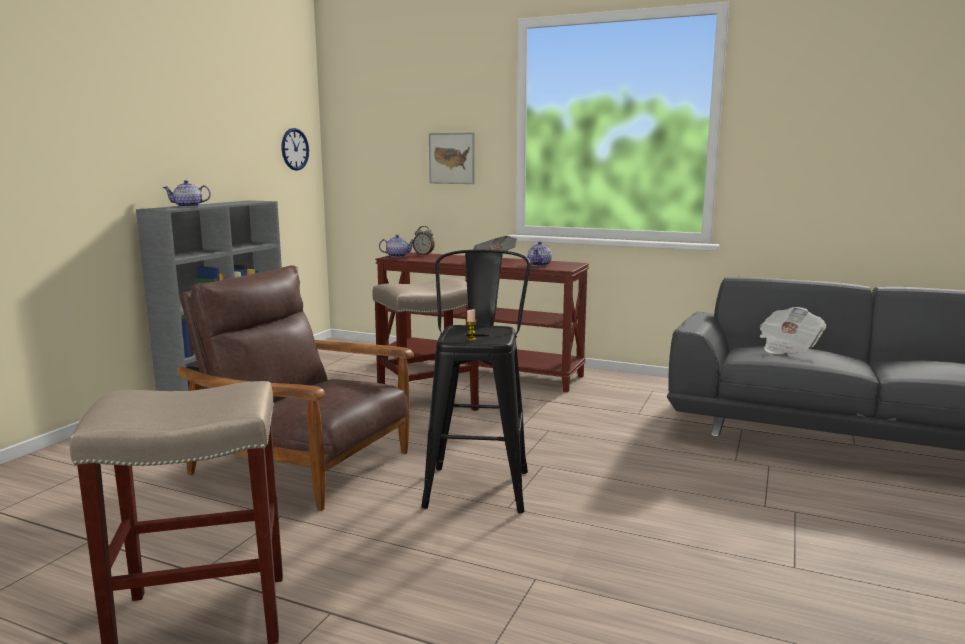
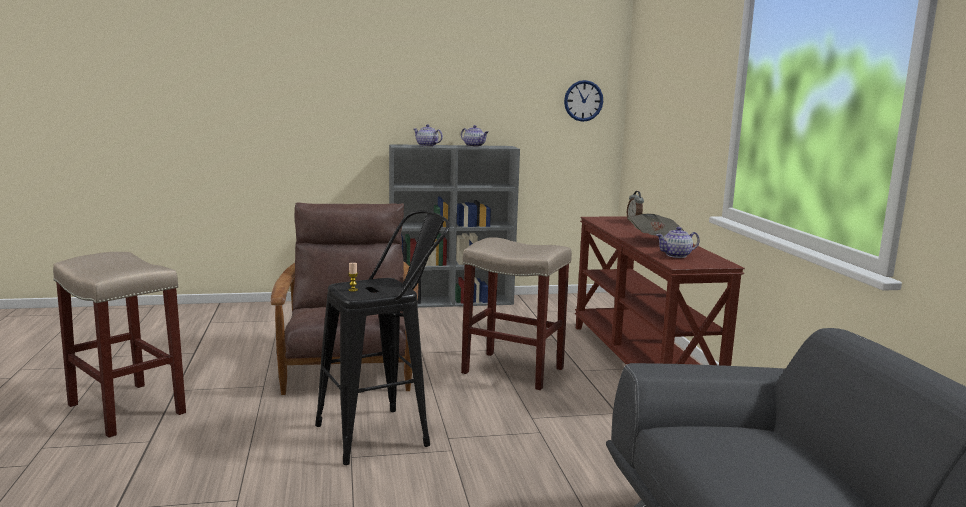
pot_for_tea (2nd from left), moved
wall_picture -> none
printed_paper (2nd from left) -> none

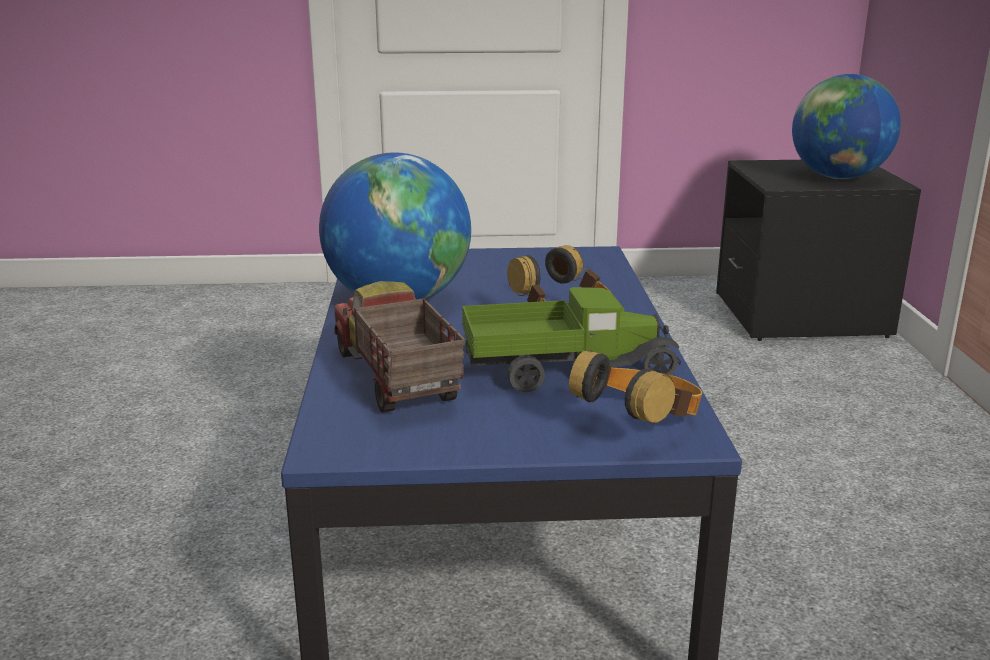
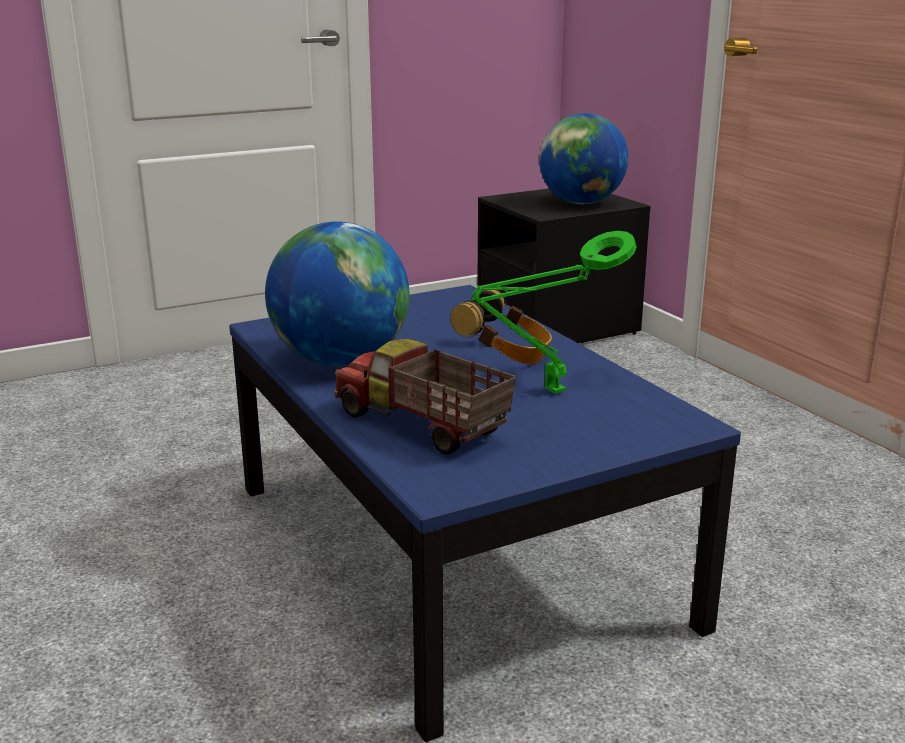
toy_truck (2nd from left) -> green-coloured_table_lamp
headset (2nd from left) -> none

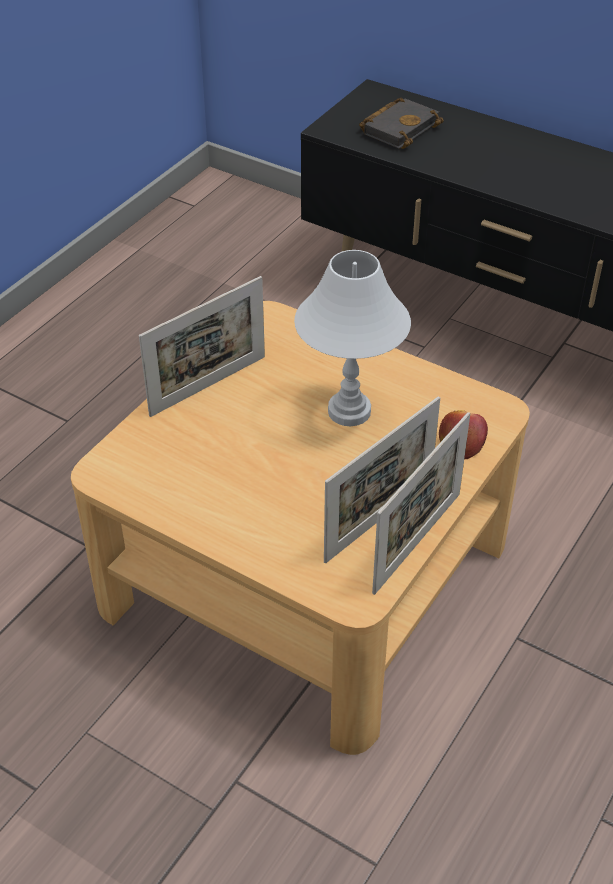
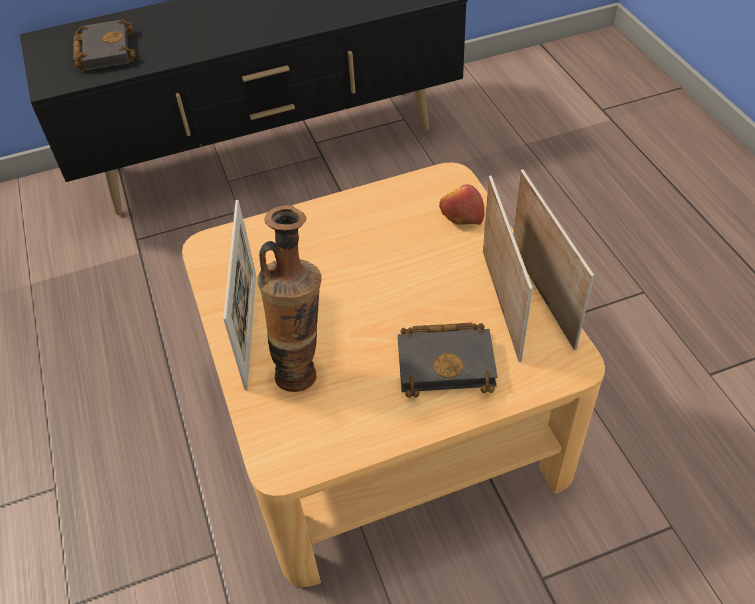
whitish_table_lamp -> none
none -> vase
none -> black_bound_book (2nd from left)

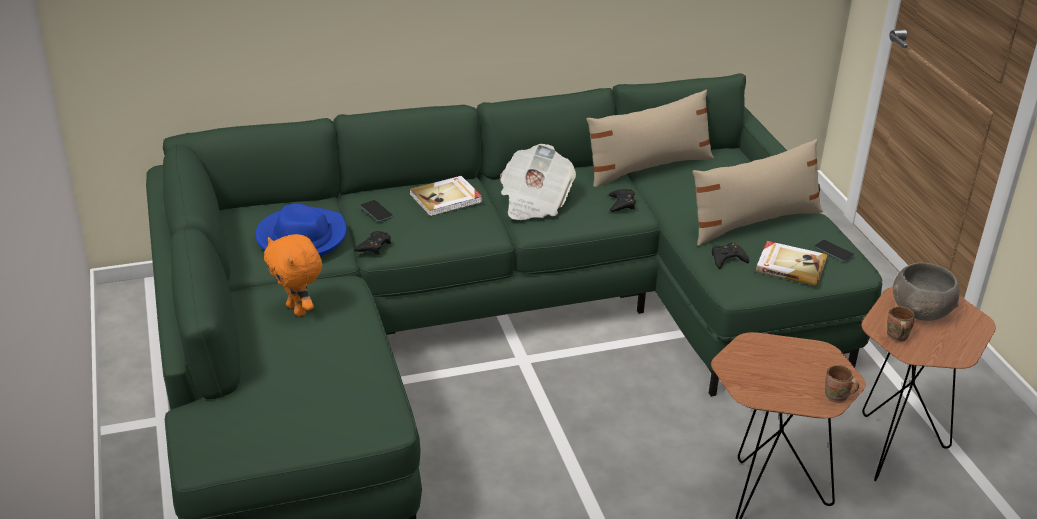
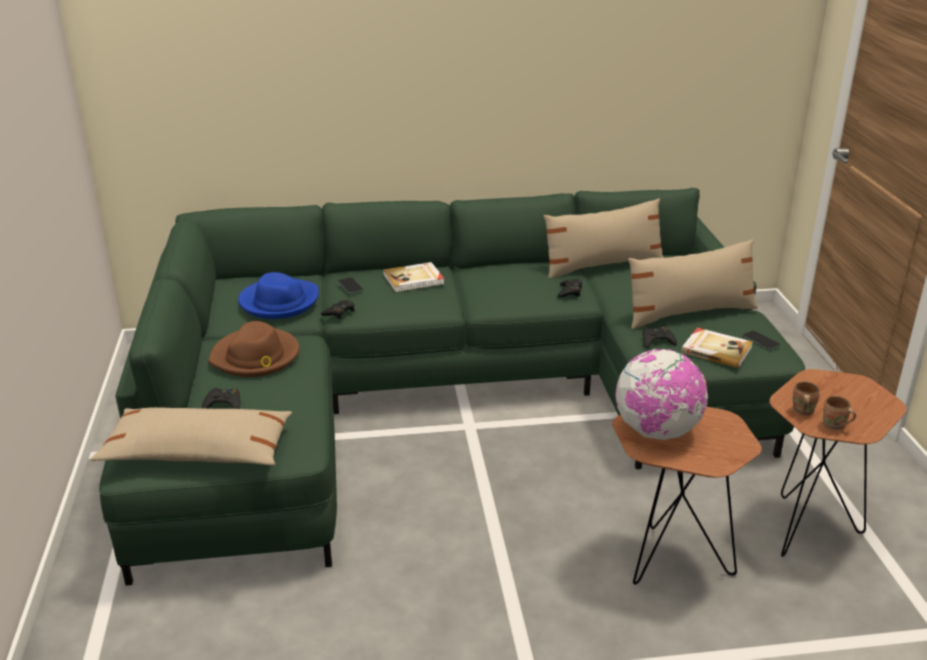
orange_plush_toy -> brown_clothing_hat
printed_paper -> none
brown_tea_mug (1st from left in the first image) -> brown_tea_mug (2nd from left), moved
gray_deep_dish -> none
none -> sand-coloured_cushion (1st from left)
none -> black_game_controller (1st from left)
none -> world_globe

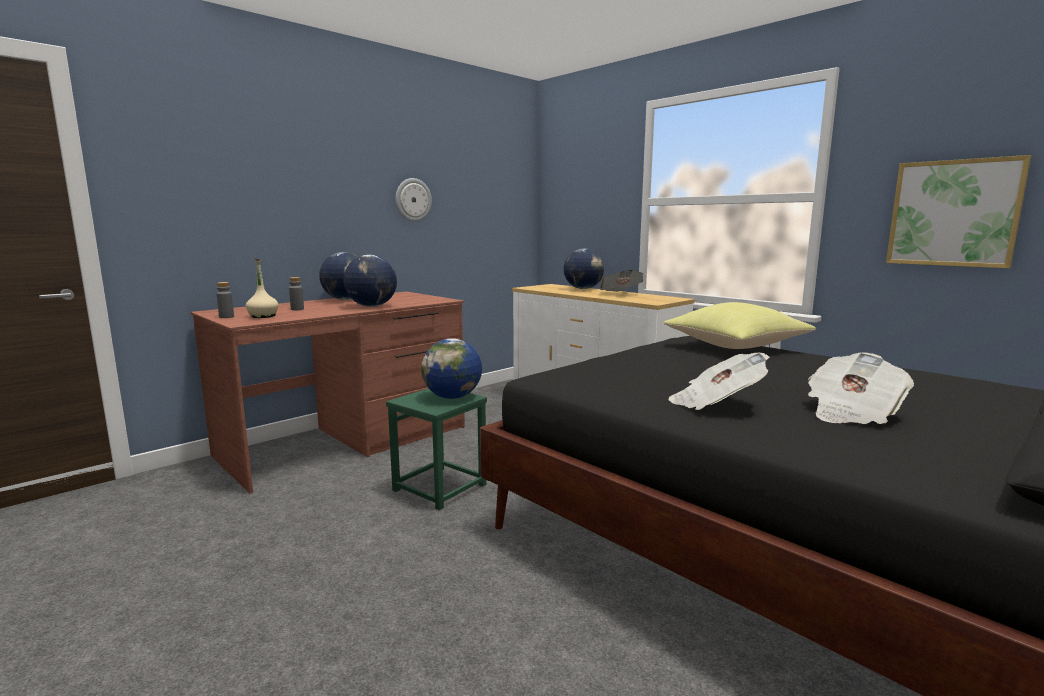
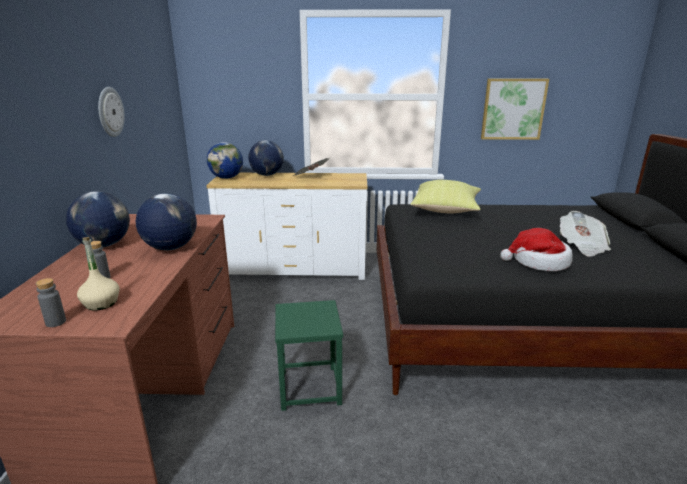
world_globe (3rd from left), moved
printed_paper (2nd from left) -> clothing_hat

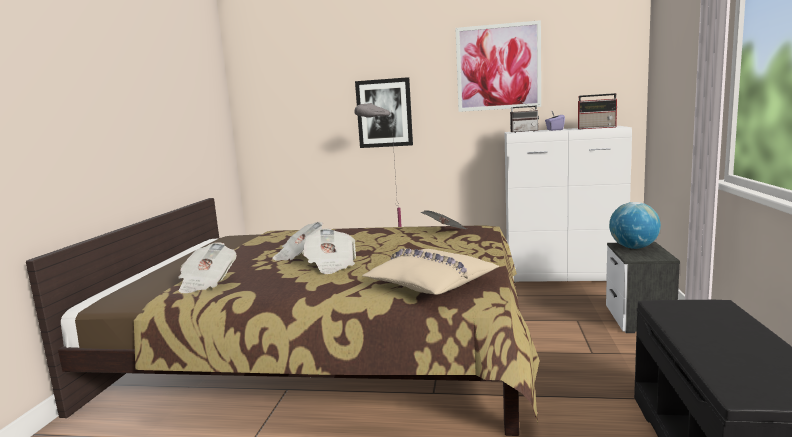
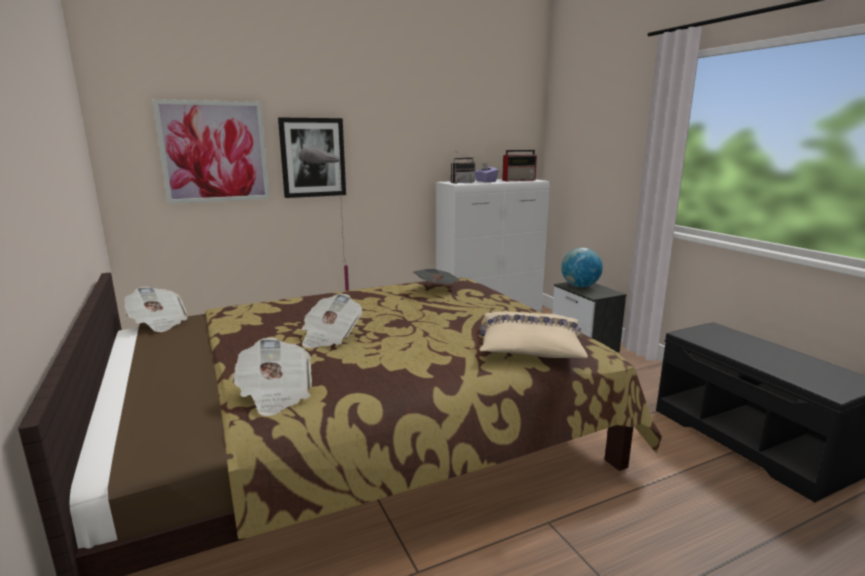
printed_paper (3rd from left in the first image) -> printed_paper (1st from left), moved
wall_picture (2nd from left in the first image) -> wall_picture (1st from left), moved

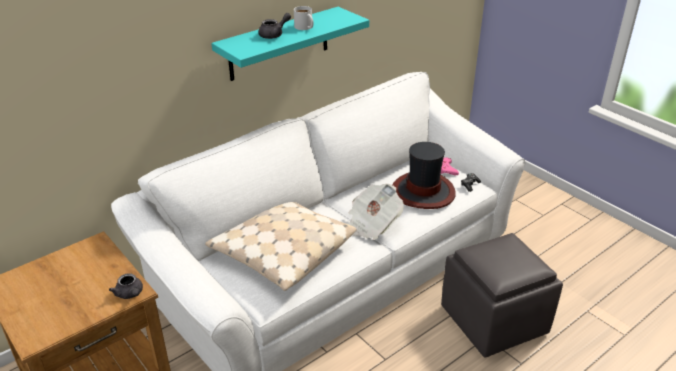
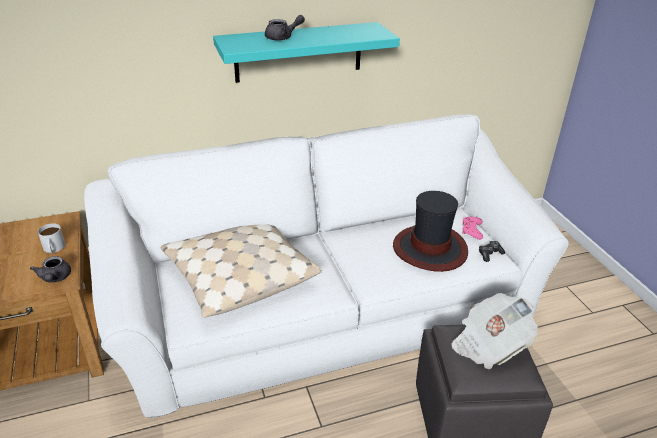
whitish_tea_mug, moved
printed_paper, moved

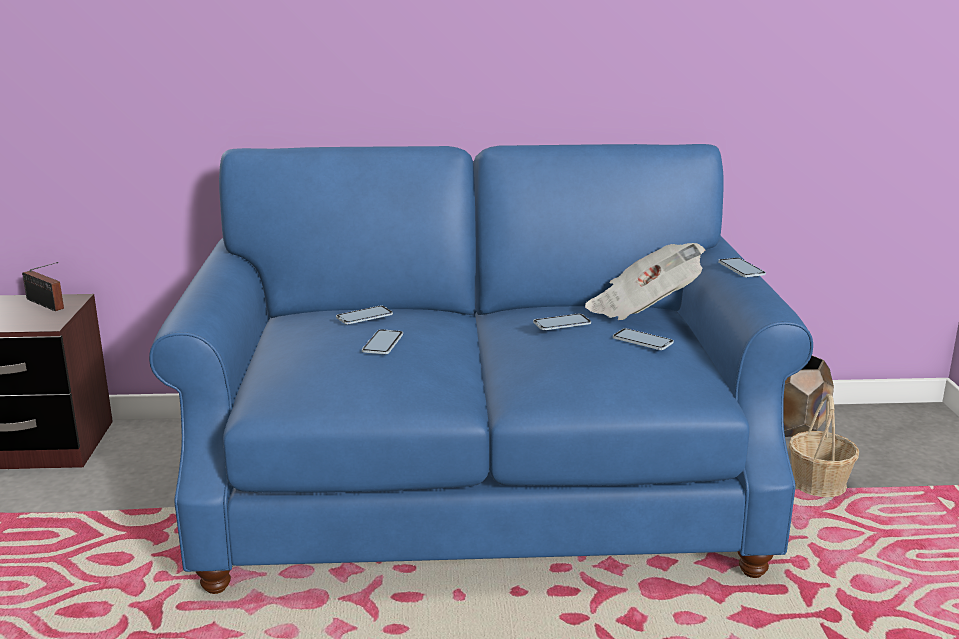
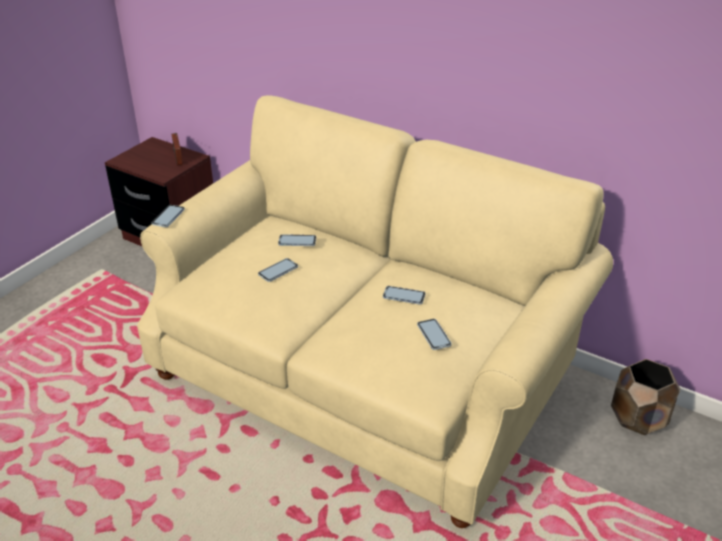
blue-coloured_settee -> sand-coloured_settee
printed_paper -> none
handset (5th from left in the first image) -> handset (1st from left), moved
household_basket -> none

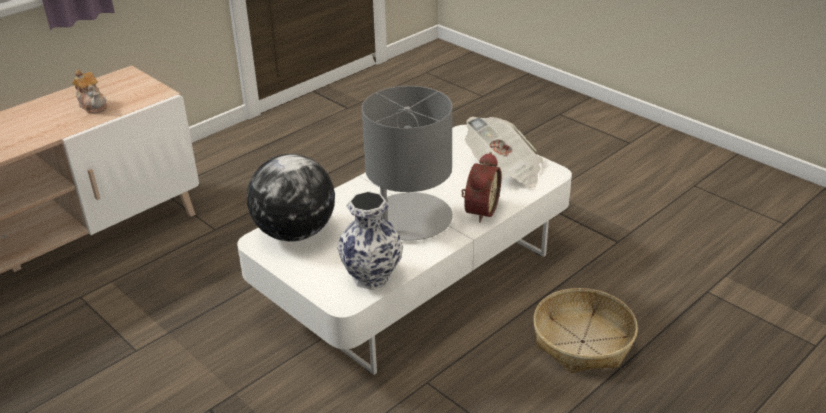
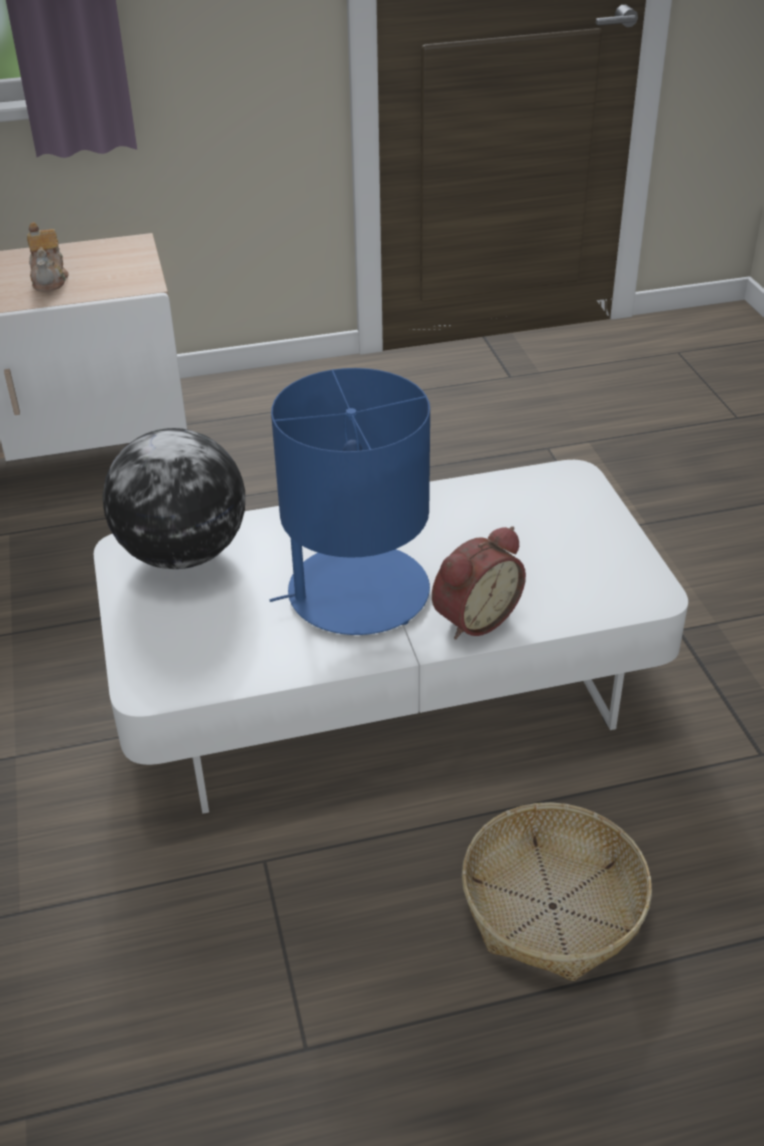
vase -> none
gray_table_lamp -> blue-coloured_table_lamp
printed_paper -> none

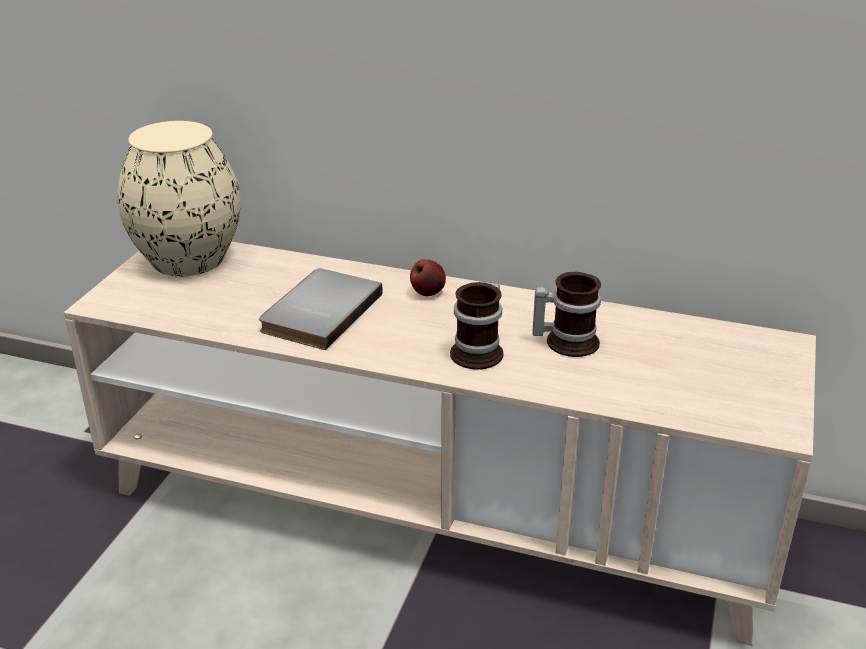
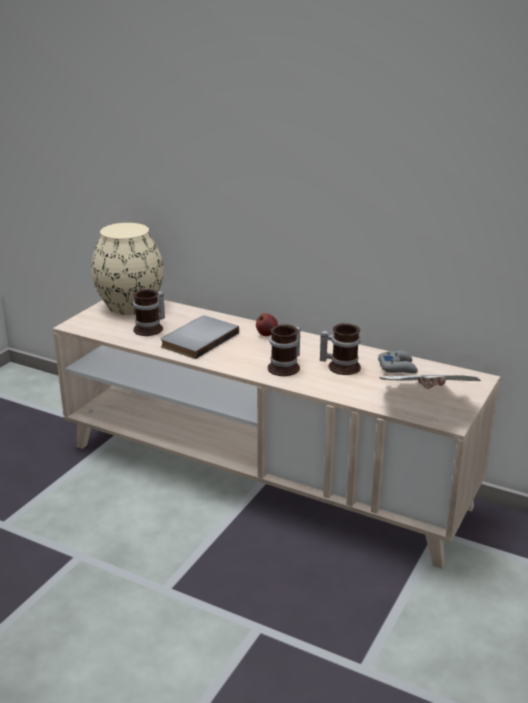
none -> tea_mug (1st from left)
none -> gray_game_controller
none -> printed_paper

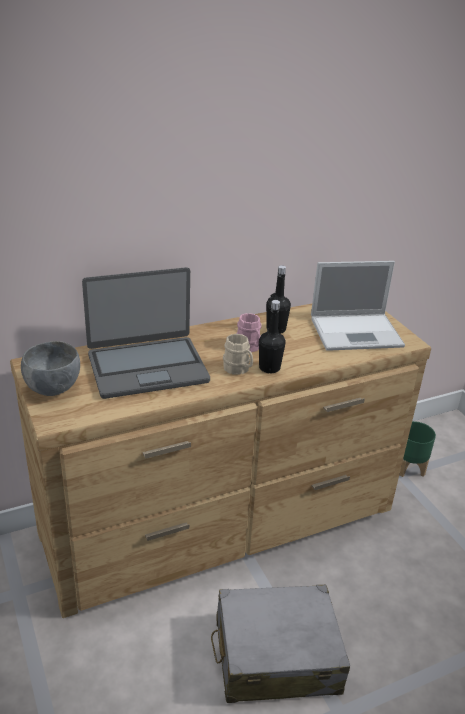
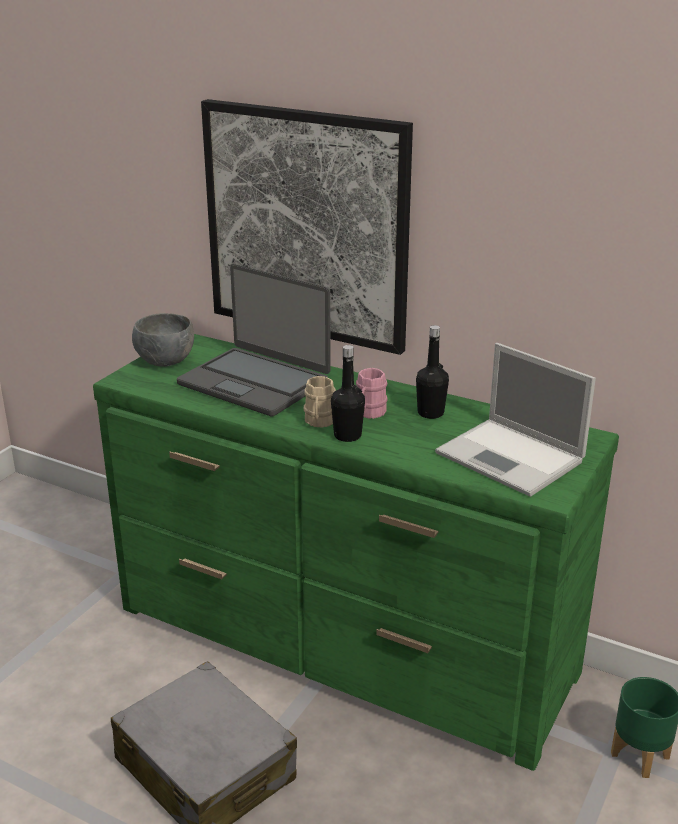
brown_drawer_chest -> green-coloured_drawer_chest
none -> wall_picture

